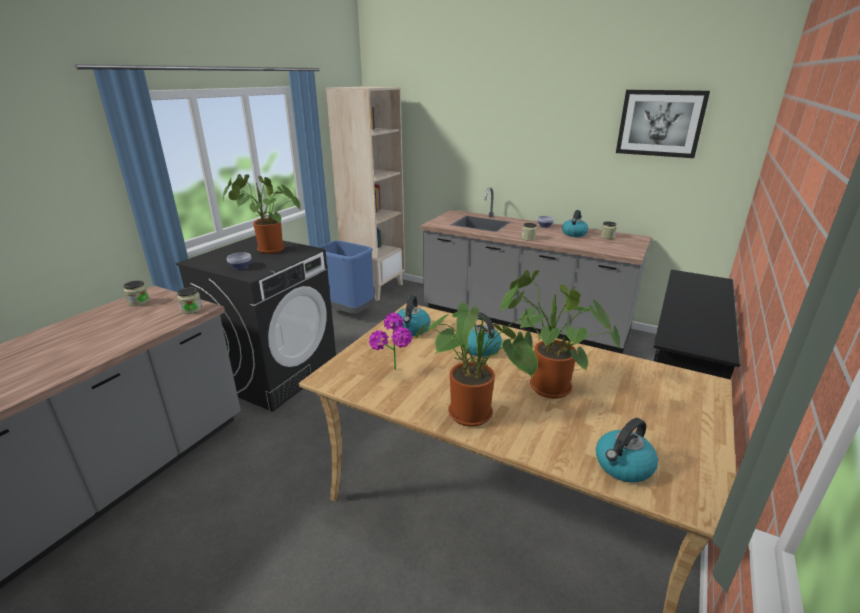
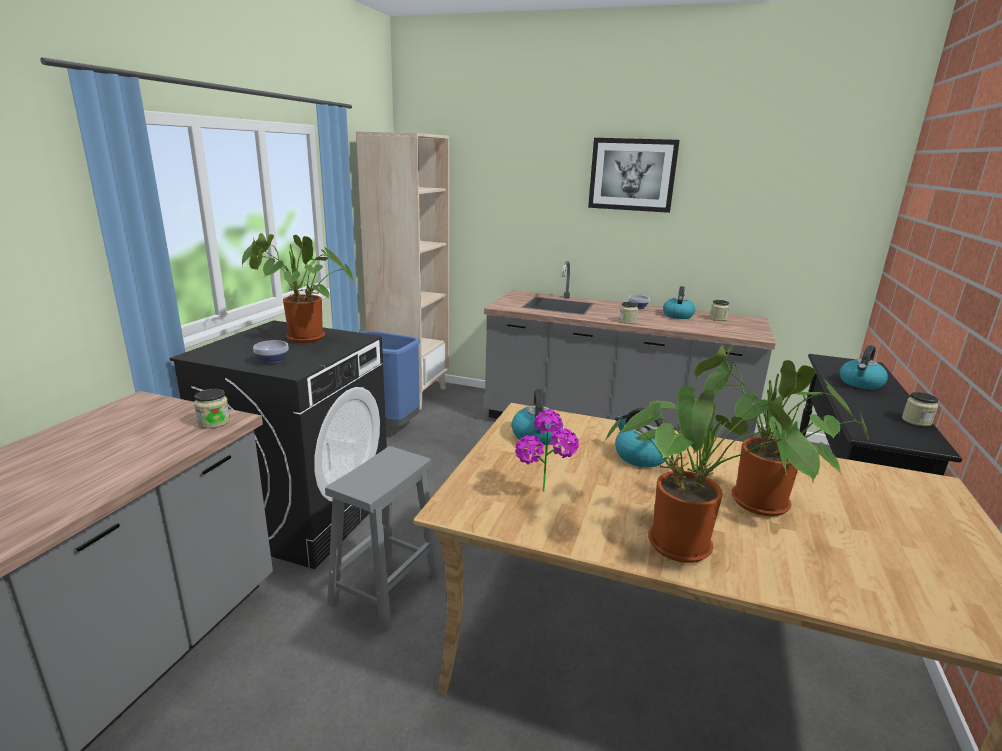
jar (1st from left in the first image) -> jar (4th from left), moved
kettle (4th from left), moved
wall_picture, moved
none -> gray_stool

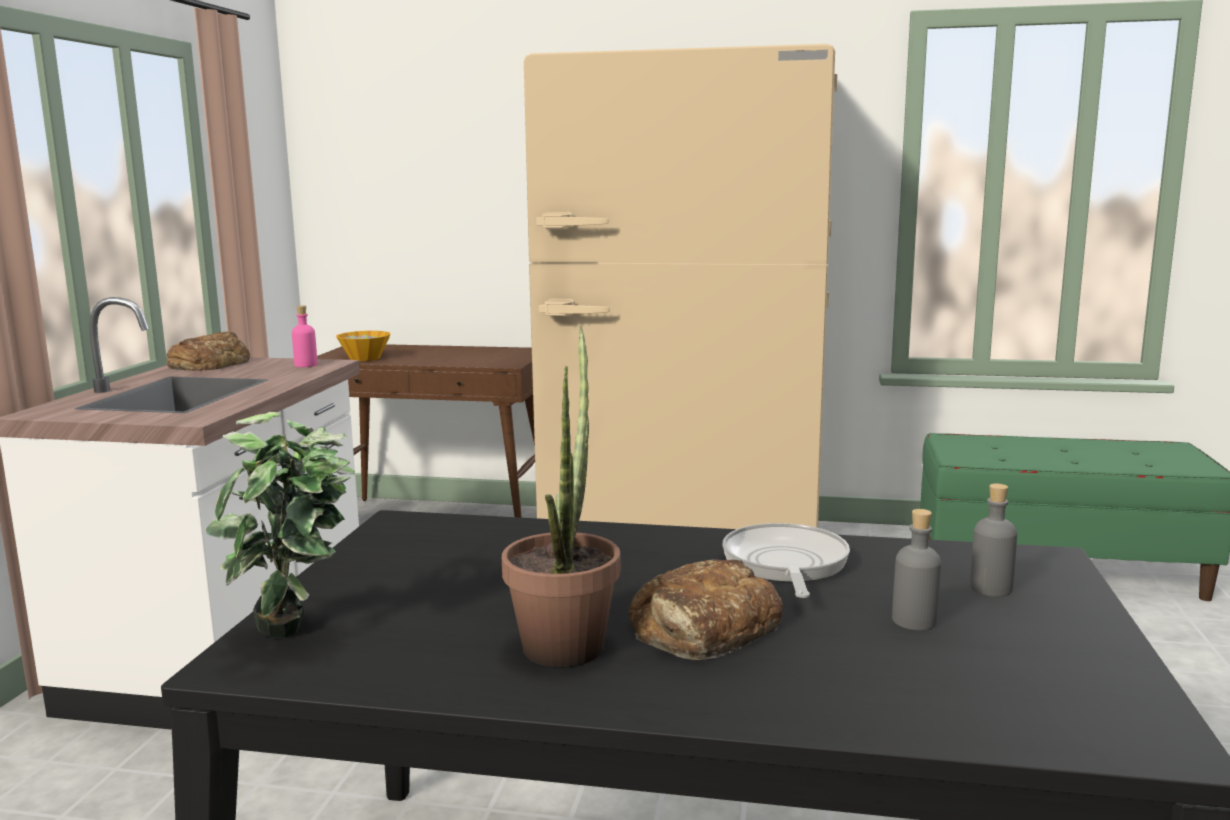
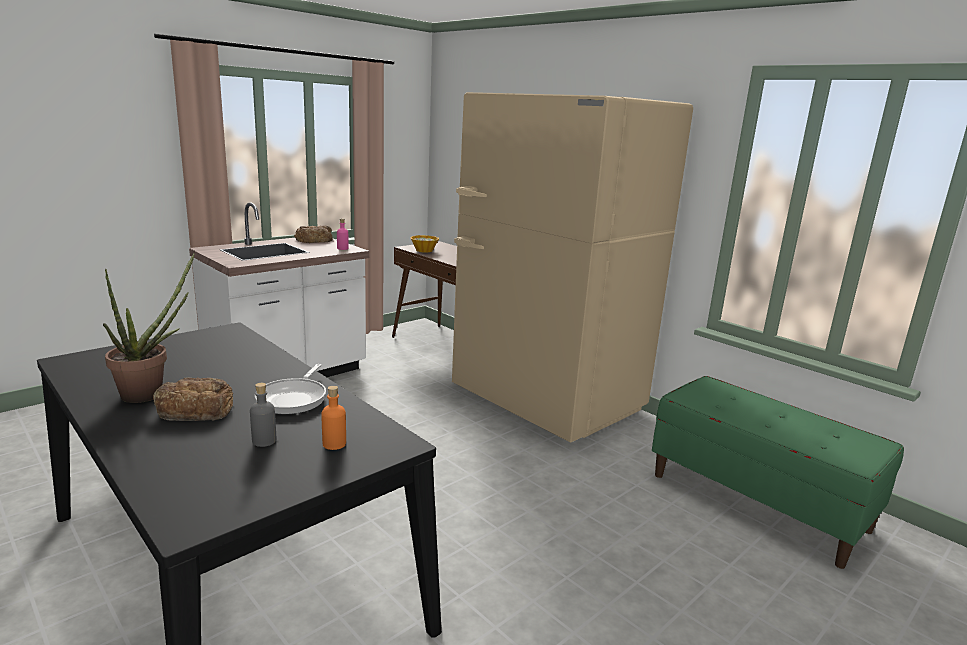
plant_in_a_pot (1st from left) -> none
pan, 150 degrees clockwise
gray_drink_bottle (2nd from left) -> orange_drink_bottle

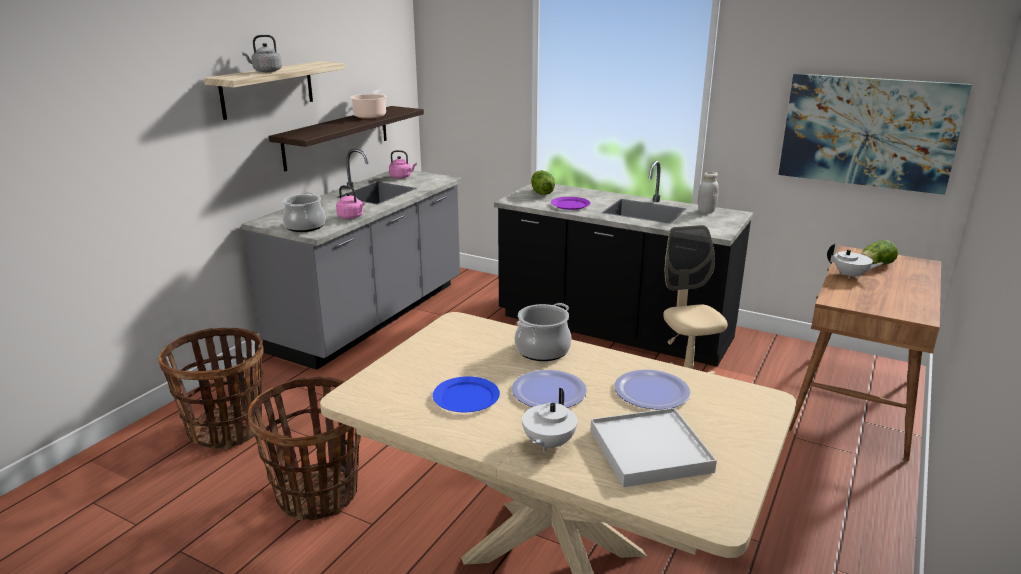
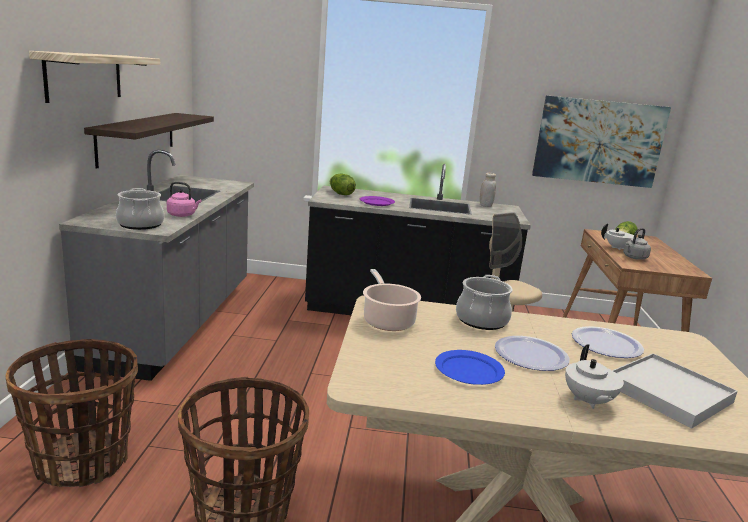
gray_kettle, moved
cooking_pot (2nd from left), moved
pink_kettle (2nd from left) -> none

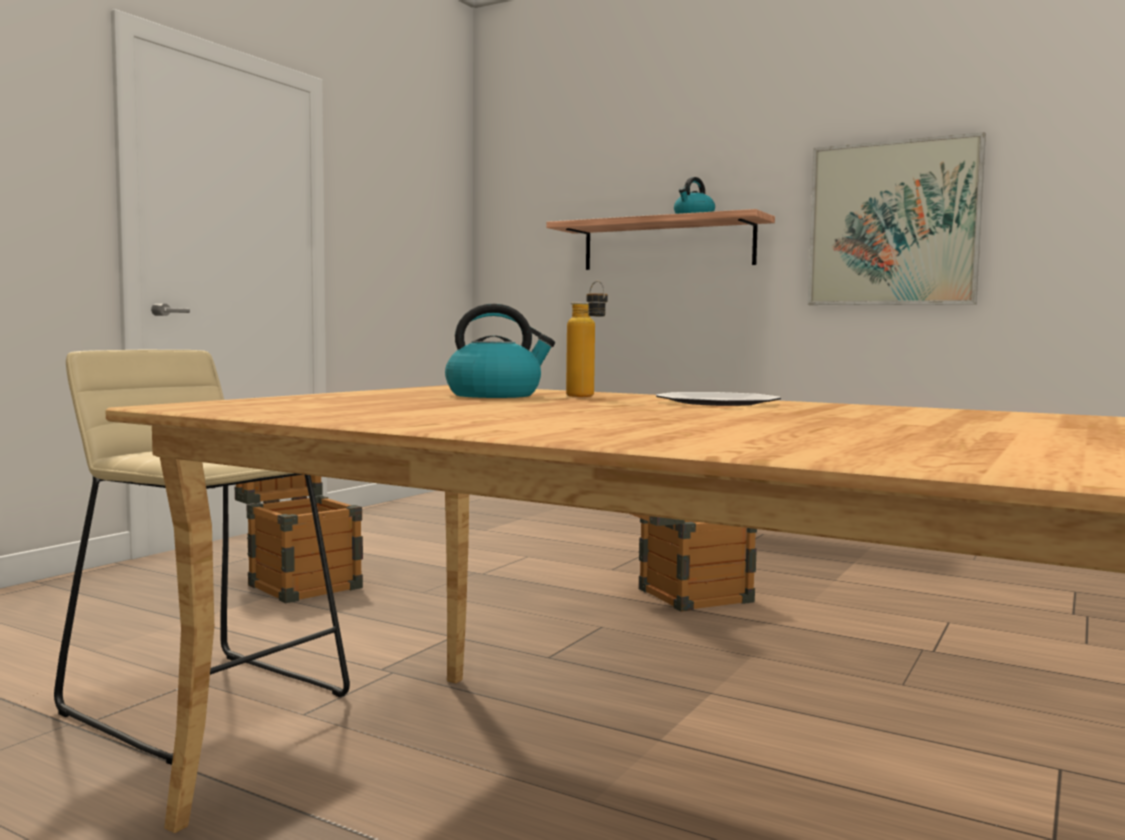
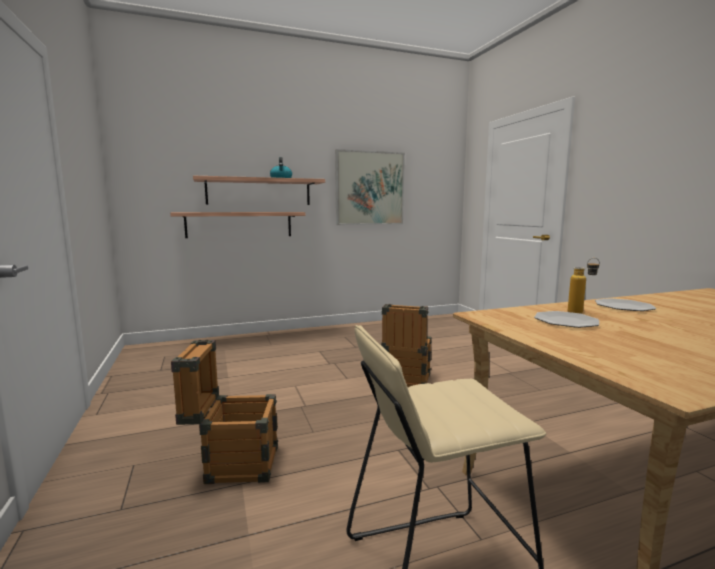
kettle (1st from left) -> flat_dish (1st from left)
none -> shelf (1st from left)

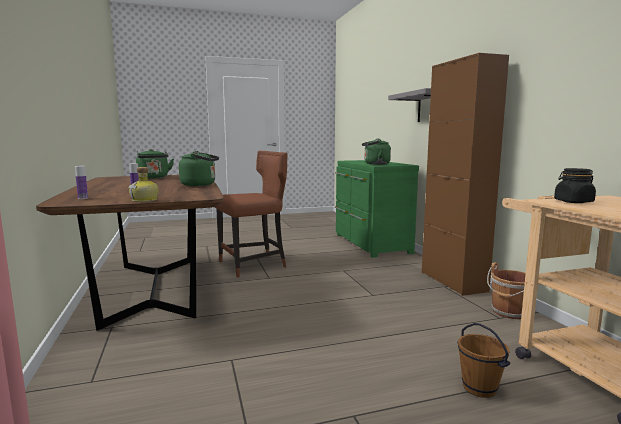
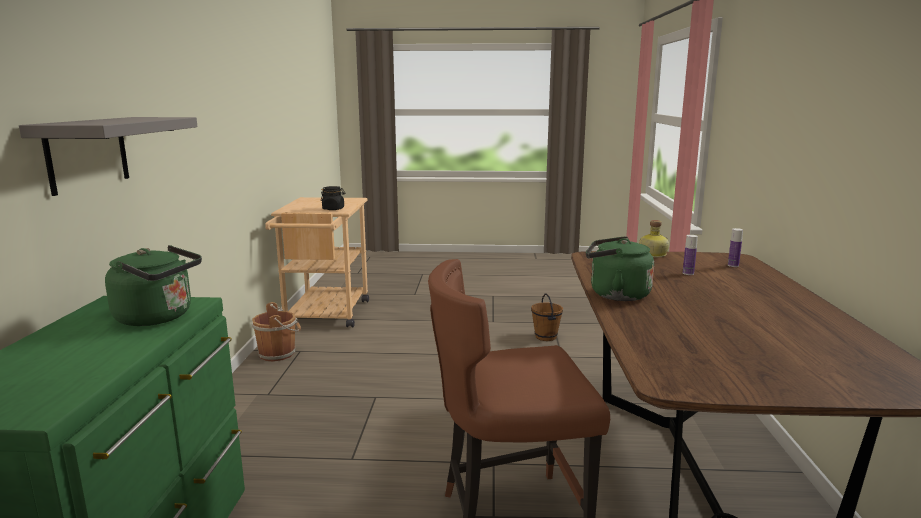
green-coloured_kettle (1st from left) -> none
brown_cabinet -> none
brown_water_bucket (1st from left in the first image) -> brown_water_bucket (2nd from left), moved

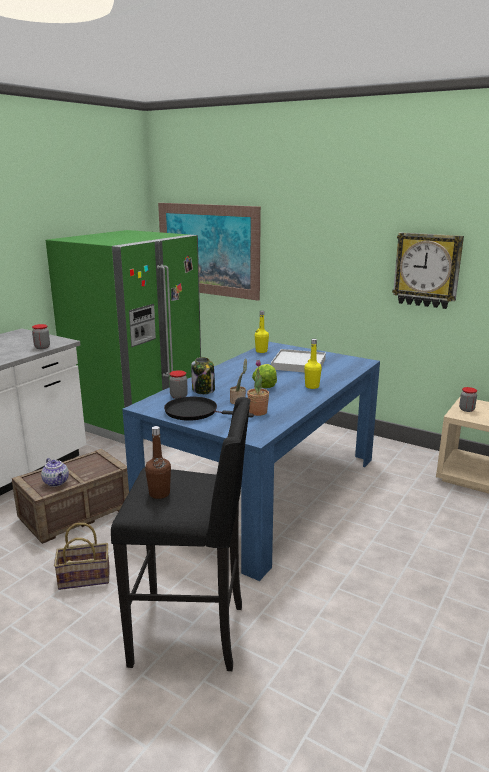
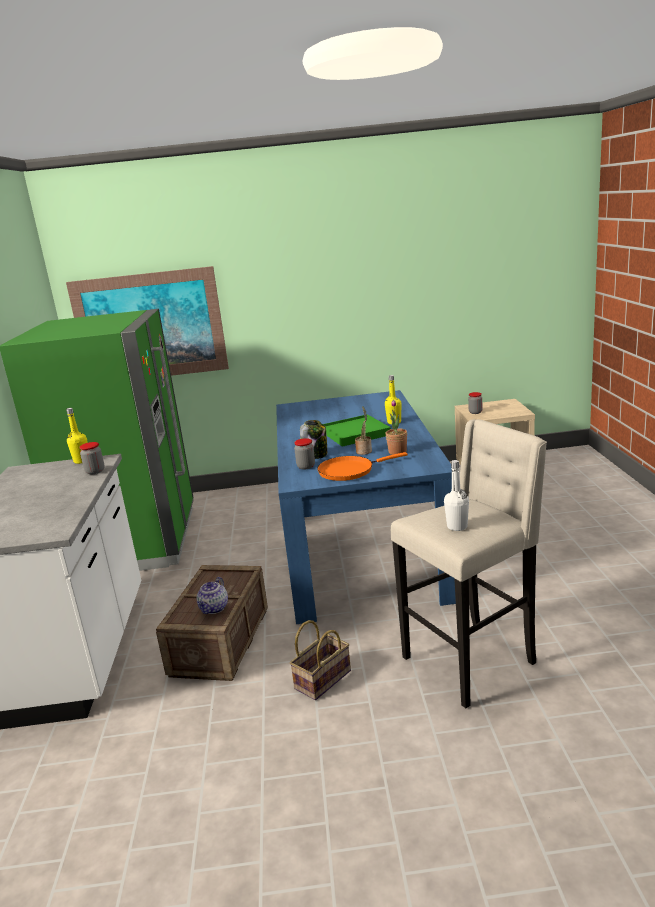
pot_for_tea, 90 degrees clockwise
black_stool -> sand-coloured_stool
brown_drink_bottle -> whitish_drink_bottle
black_pan -> orange_pan
head_of_lettuce -> green-coloured_carrying_tray
yellowish_drink_bottle (1st from left), moved
whitish_carrying_tray -> none
clock_on_the_wall -> none

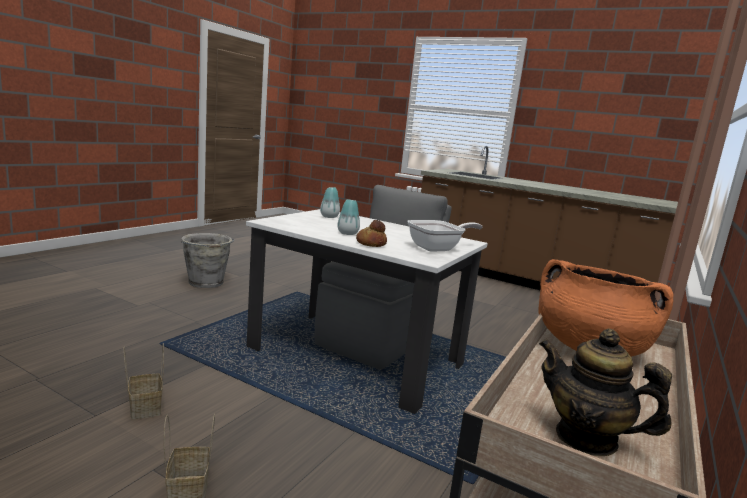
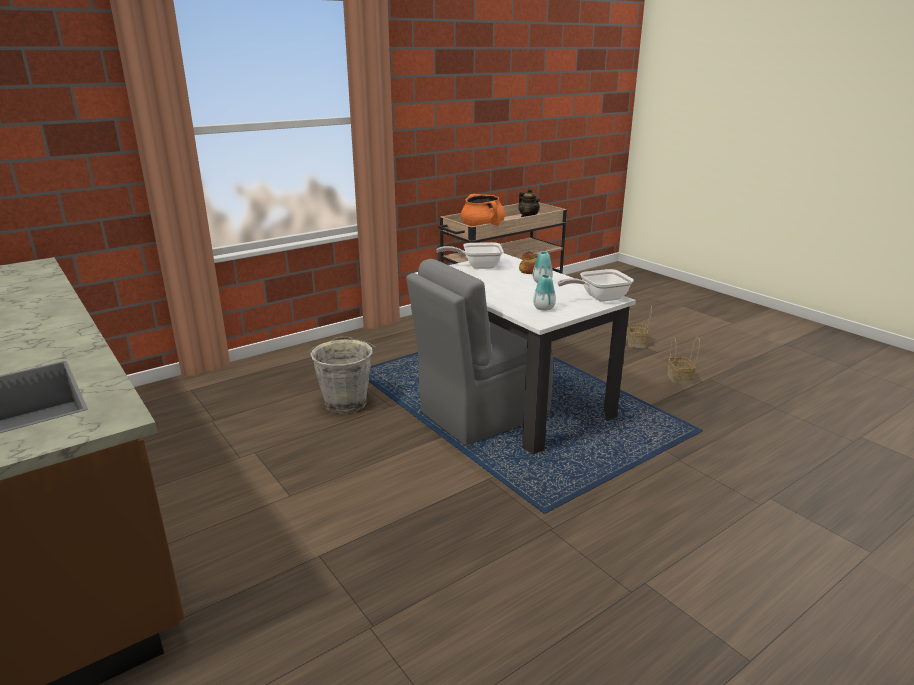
gray_water_bucket, moved
none -> pan (2nd from left)

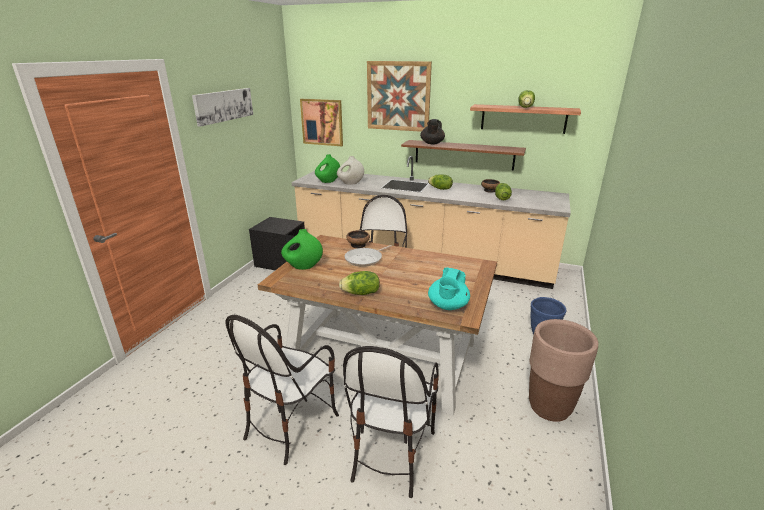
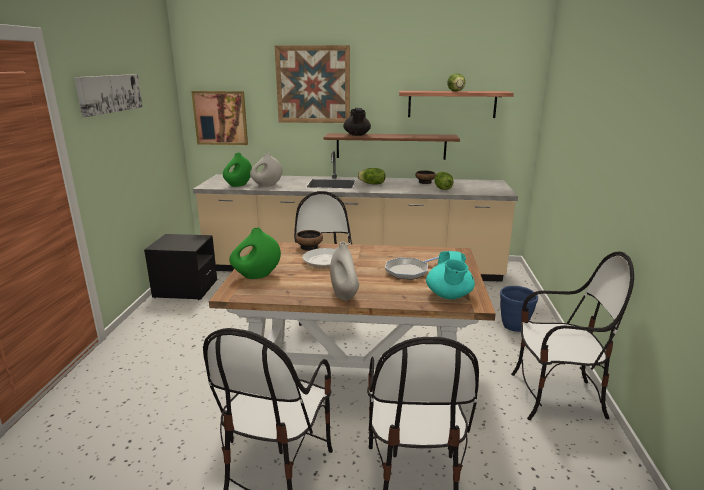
head_of_lettuce (1st from left) -> whitish_vase (2nd from left)
brown_planter -> plain_chair (4th from left)
none -> pan (2nd from left)

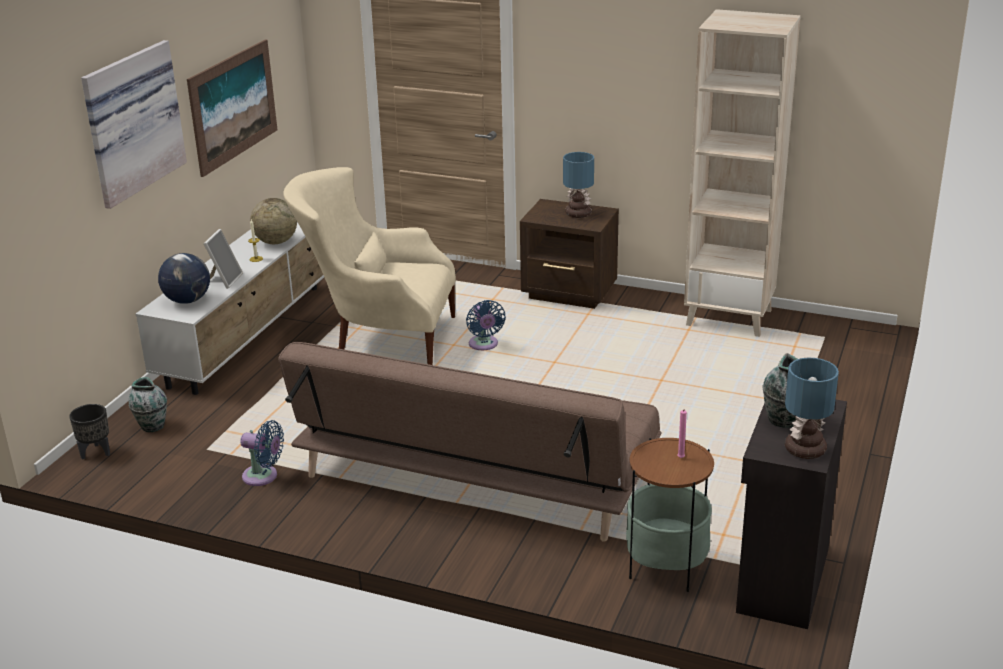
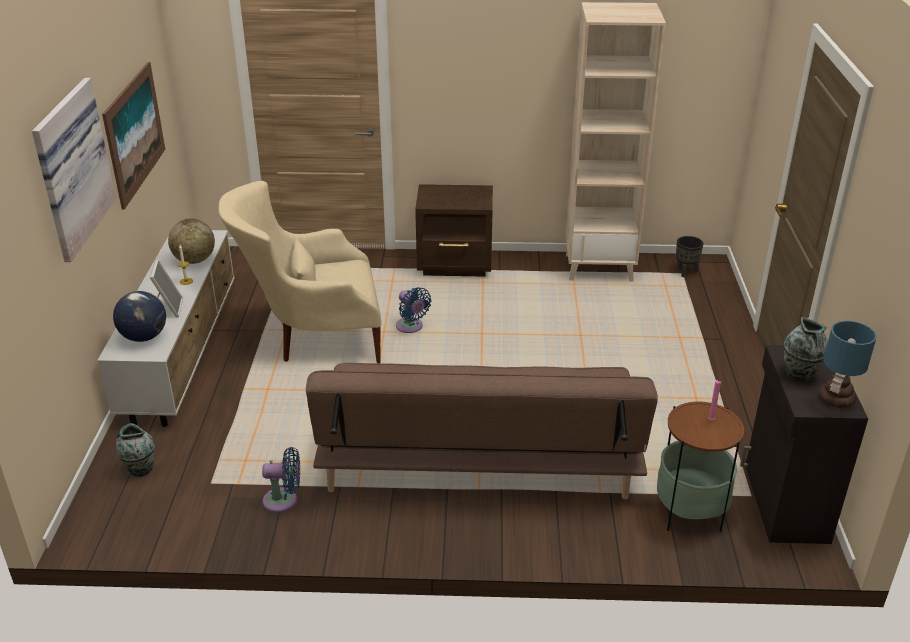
black_planter, moved
table_lamp (1st from left) -> none

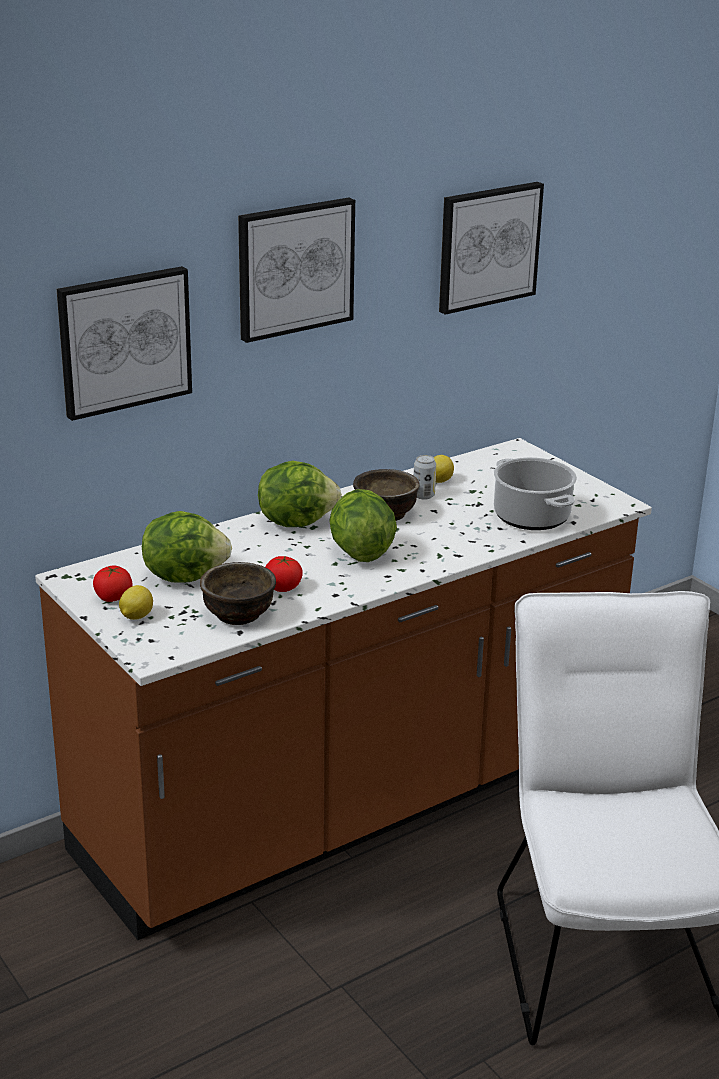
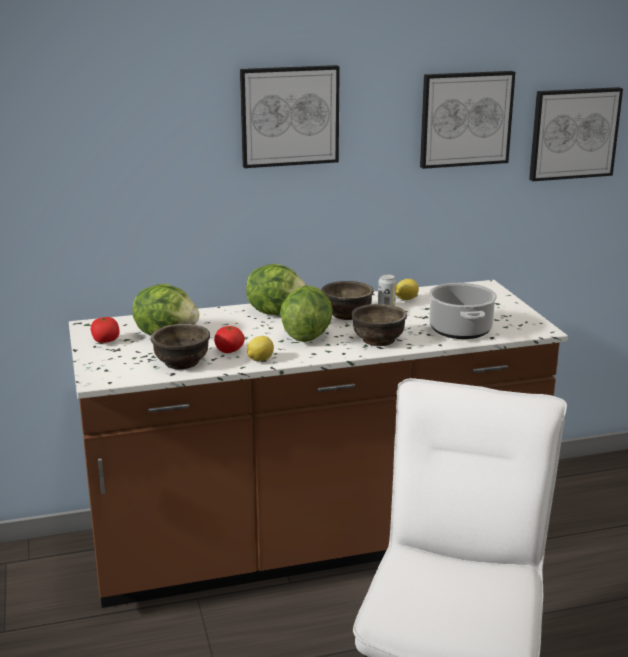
wall_picture (1st from left in the first image) -> wall_picture (3rd from left), moved
lemon (1st from left), moved
none -> brown_deep_dish (3rd from left)

